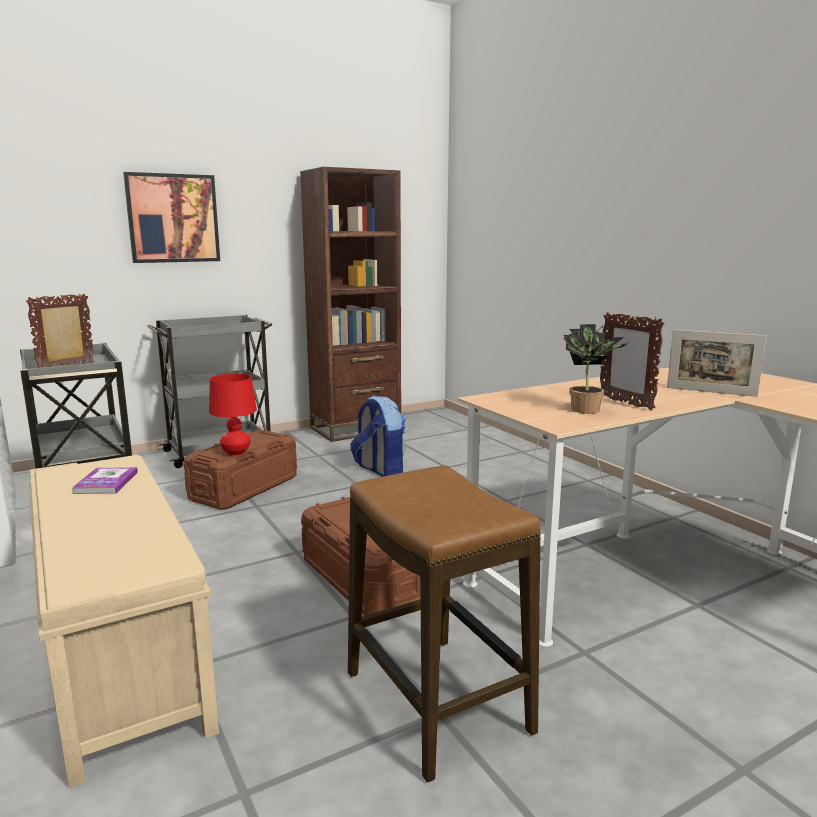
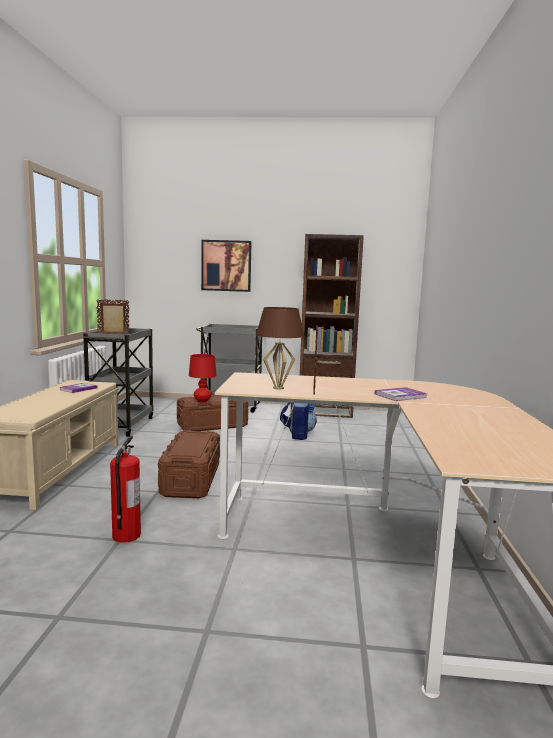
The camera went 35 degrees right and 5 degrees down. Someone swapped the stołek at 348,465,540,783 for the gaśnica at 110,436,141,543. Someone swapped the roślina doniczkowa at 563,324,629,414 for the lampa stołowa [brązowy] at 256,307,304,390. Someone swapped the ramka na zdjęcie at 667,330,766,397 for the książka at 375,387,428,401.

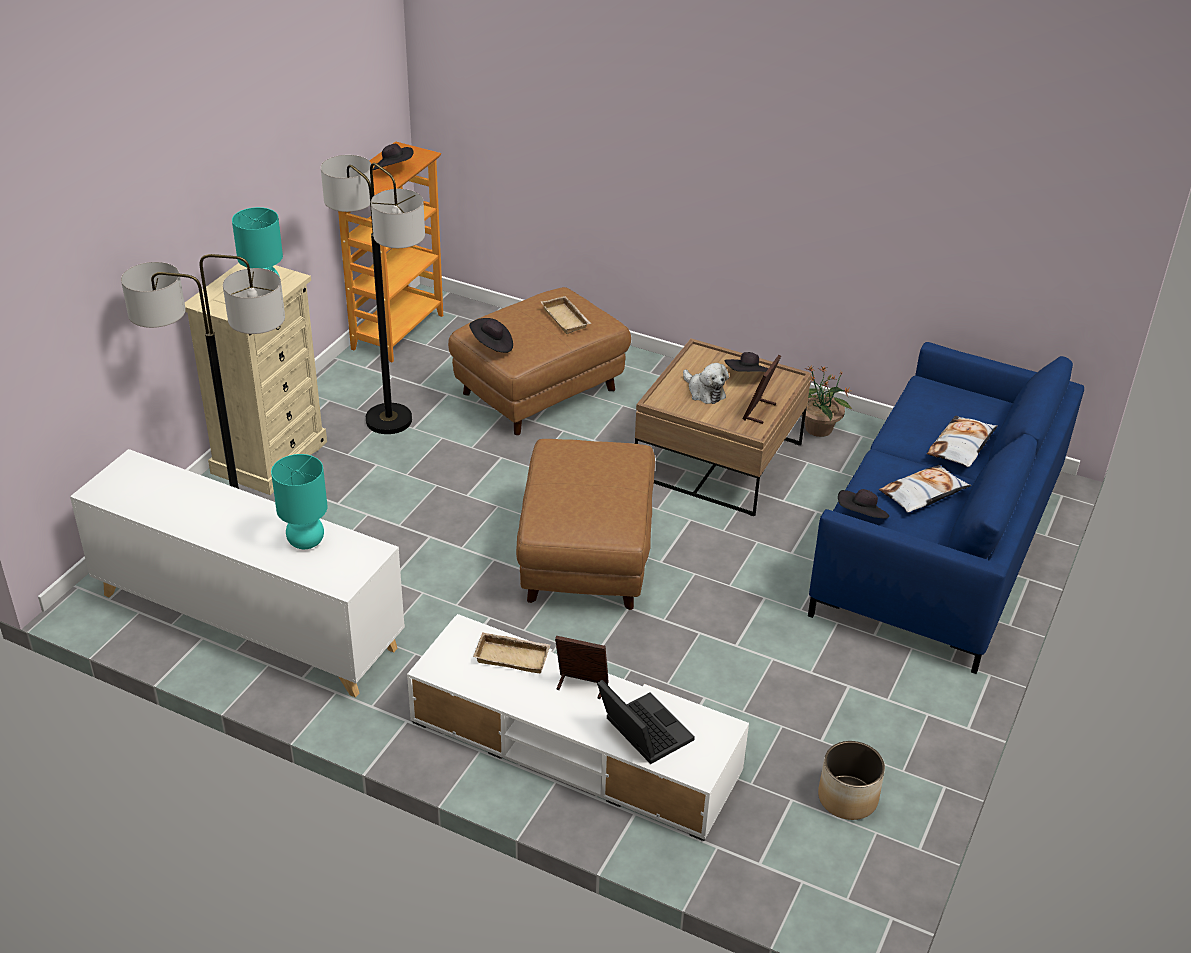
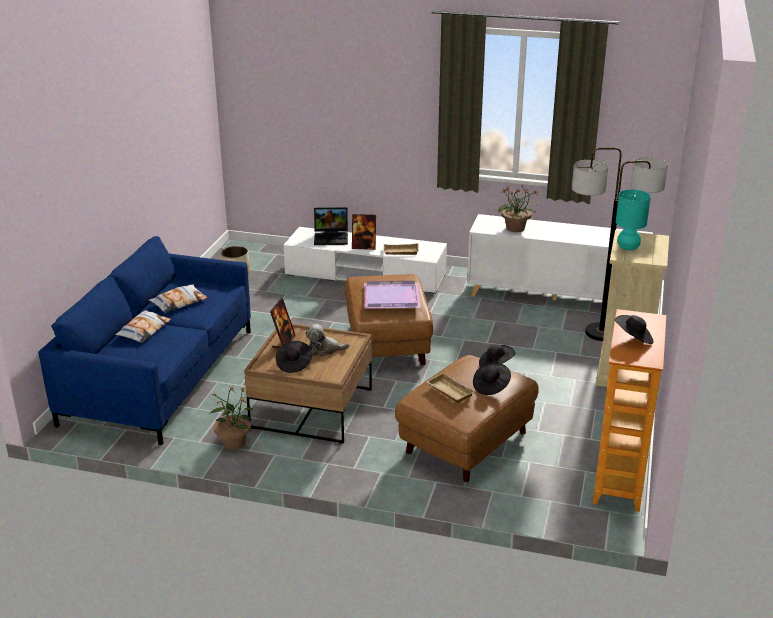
The camera went 170 degrees right and 10 degrees down. Someone swapped the lampa stołowa [turkusowy] at 271,454,328,549 for the roślina doniczkowa at 498,186,538,232. Someone took away the lampa stojąca at 321,155,425,434. Someone rotated the laptop at 597,680,695,764 by 45 degrees counterclockwise. Someone rotated the pluszak at 683,363,729,404 by 45 degrees counterclockwise. Someone carried the kapelusz [czarny] from 838,489,889,519 to 473,363,511,395. Someone put down the taca [fioletowy] at 364,281,421,309.

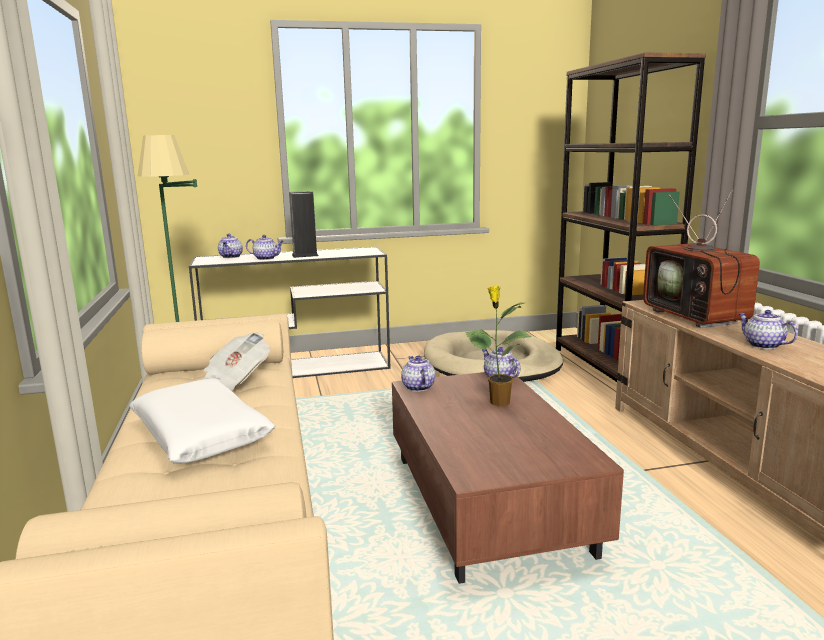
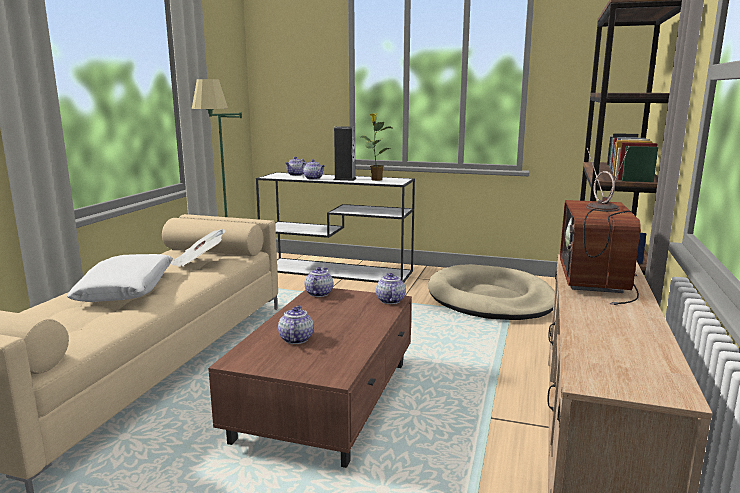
The camera went 30 degrees right and 0 degrees up. Someone carried the roślina doniczkowa from 465,285,532,406 to 361,113,394,181. Someone carried the imbryk from 738,310,798,349 to 278,306,314,344.

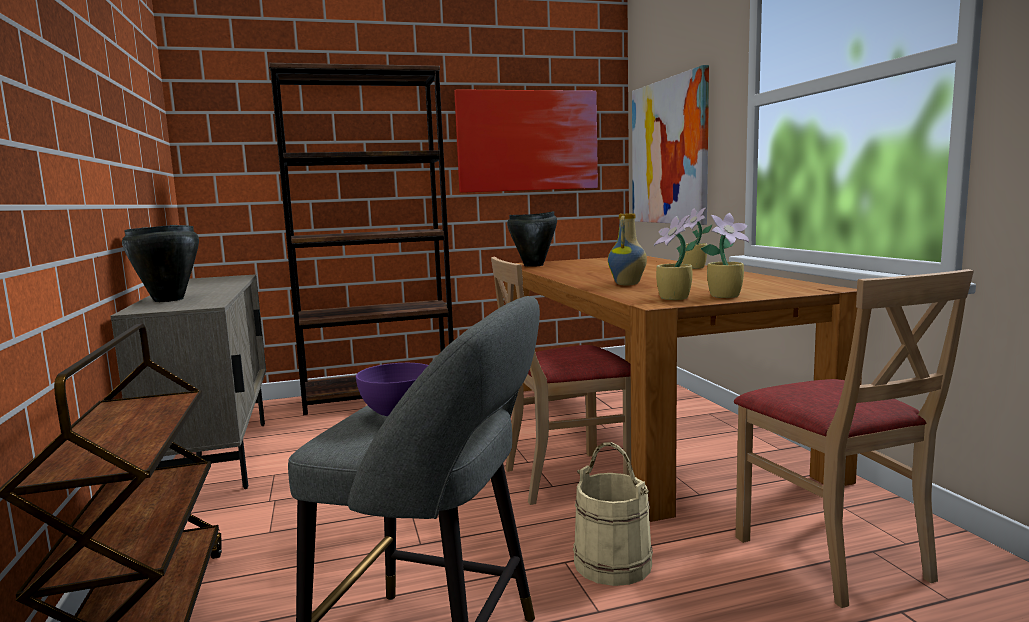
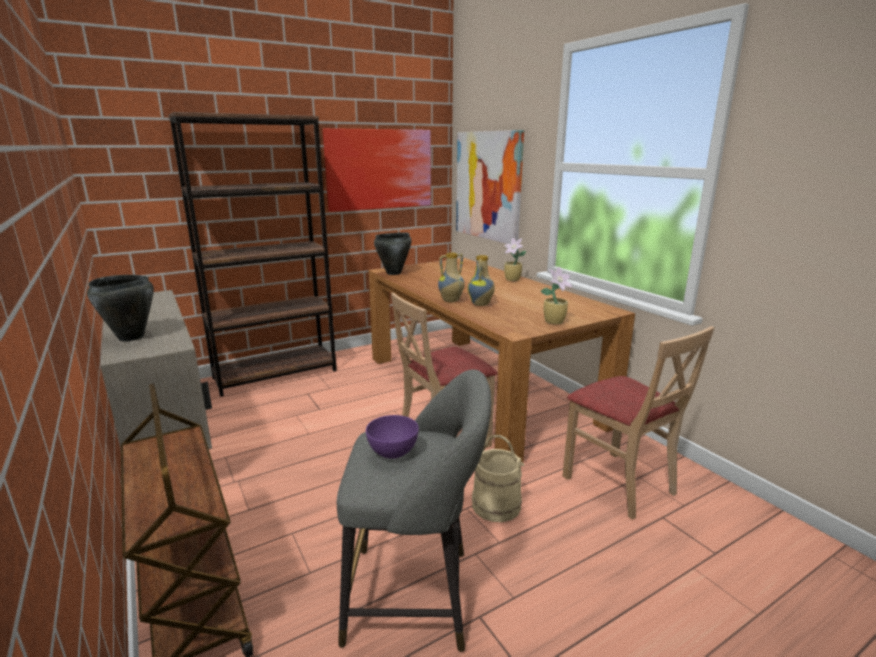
The camera went 15 degrees left and 10 degrees up. Someone took away the roślina doniczkowa at 654,215,697,300. Someone put down the wazon at 438,253,465,302.

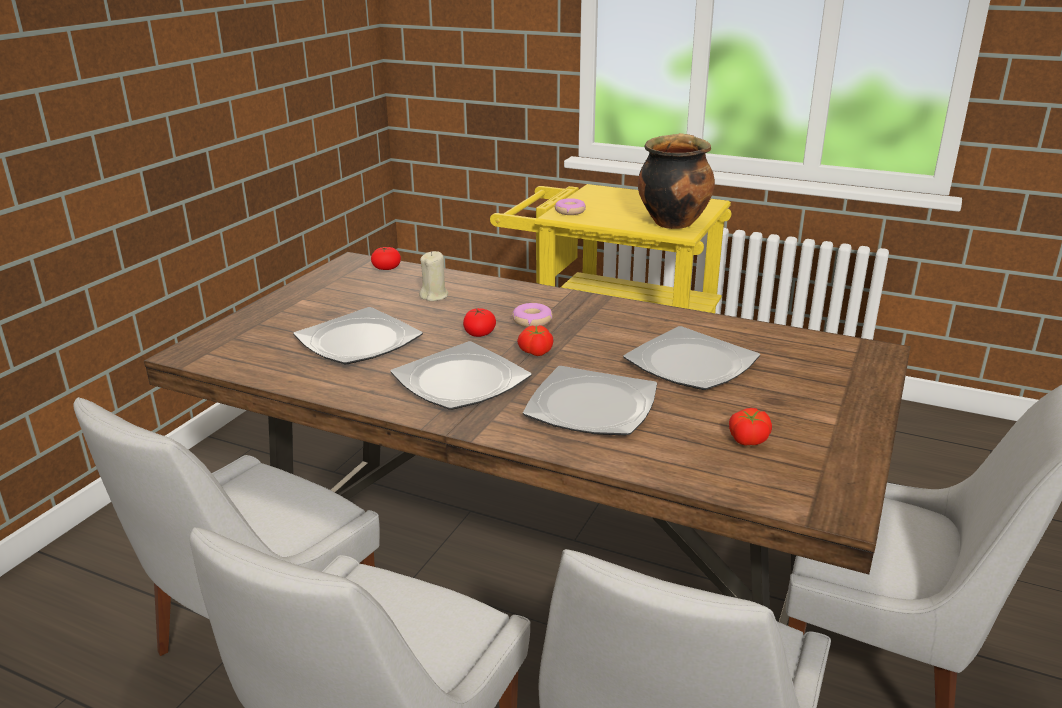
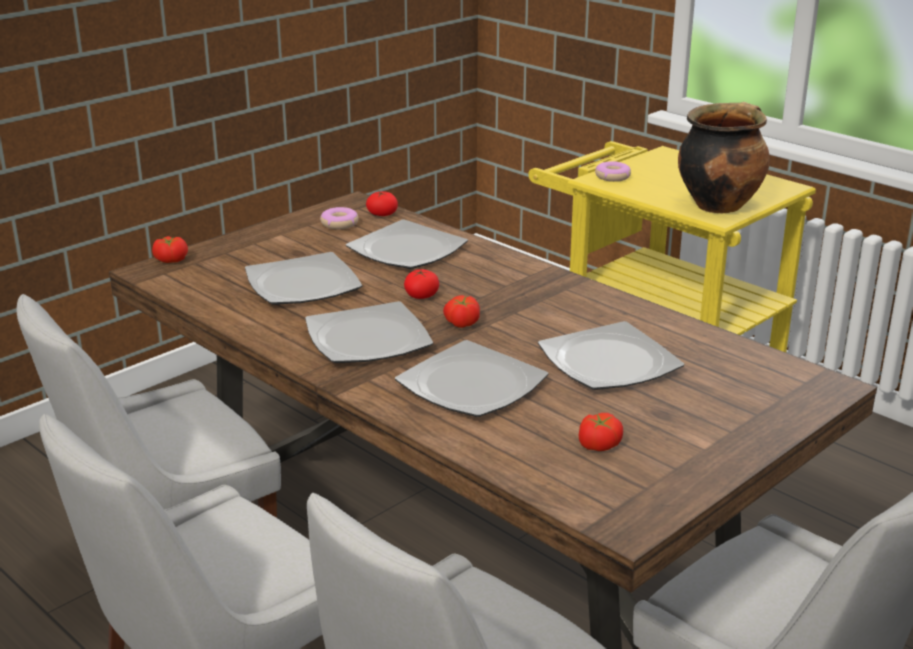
The camera went 20 degrees right and 0 degrees up. Someone swapped the świeca [beżowy] at 419,251,448,301 for the talerz at 346,220,468,269. Someone carried the donut from 512,303,553,327 to 320,207,358,229. Someone put down the pomidor at 152,236,188,263.

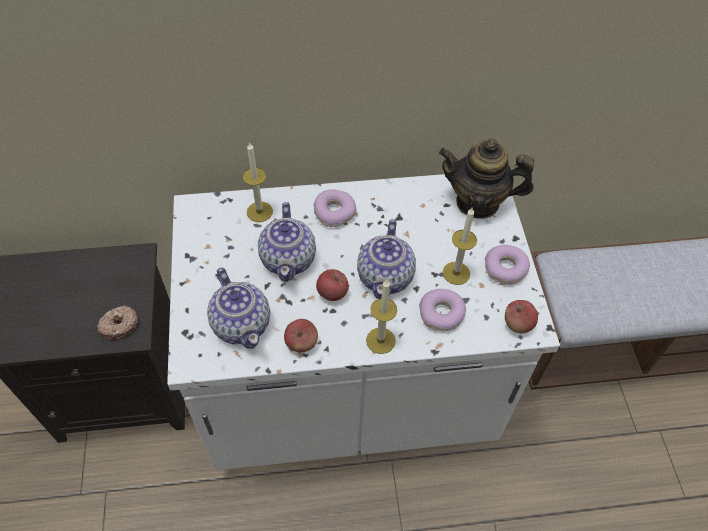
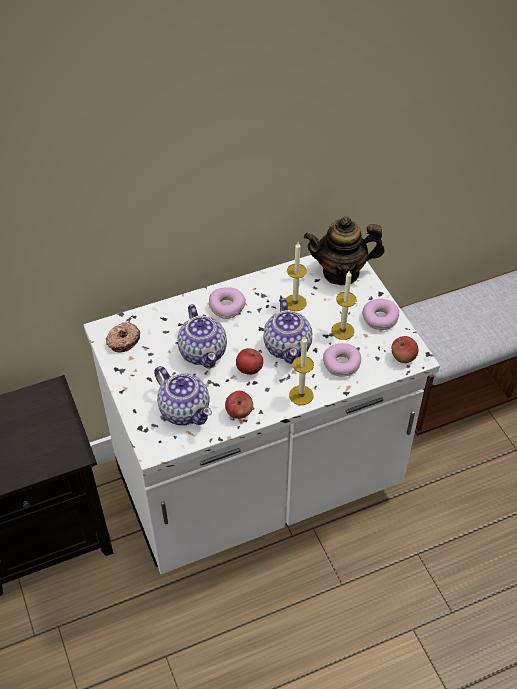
The camera went 15 degrees left and 5 degrees down. Someone carried the donut from 97,305,138,340 to 106,322,140,353. Someone carried the świeca from 243,142,273,222 to 286,242,307,311.

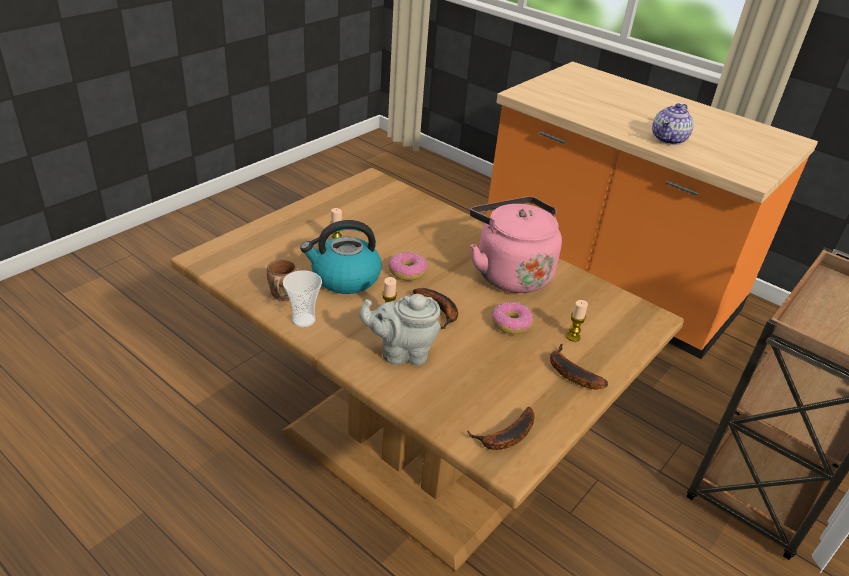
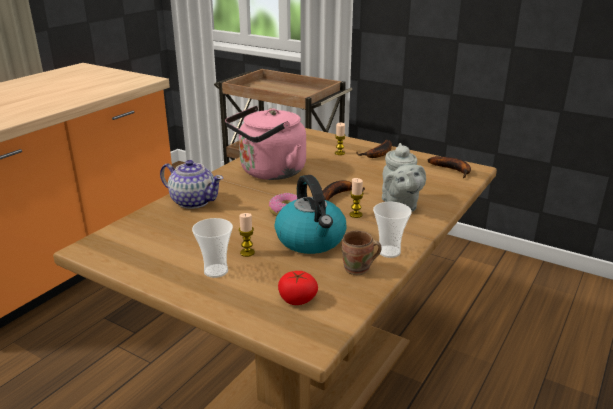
The camera went 95 degrees left and 10 degrees down. Someone took away the donut at 492,302,533,334. Someone carried the imbryk from 652,103,694,145 to 160,160,223,209. Someone put down the filiżanka at 192,218,233,278. Someone put down the pomidor at 278,271,318,305.

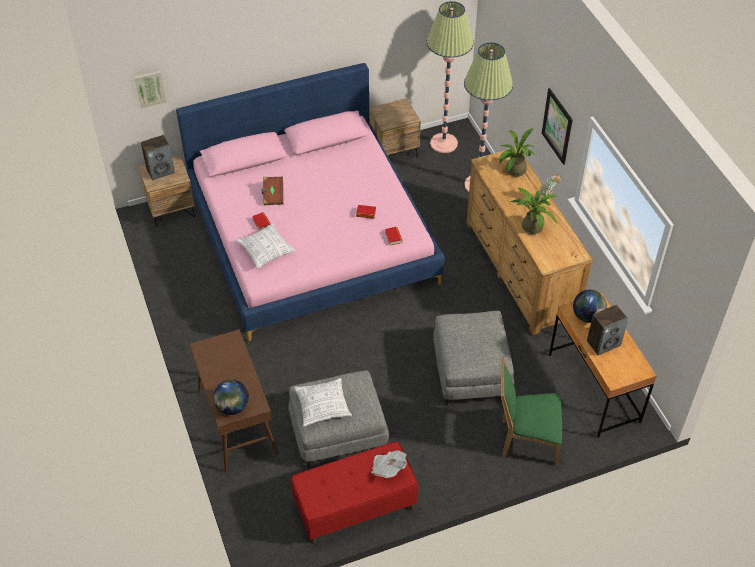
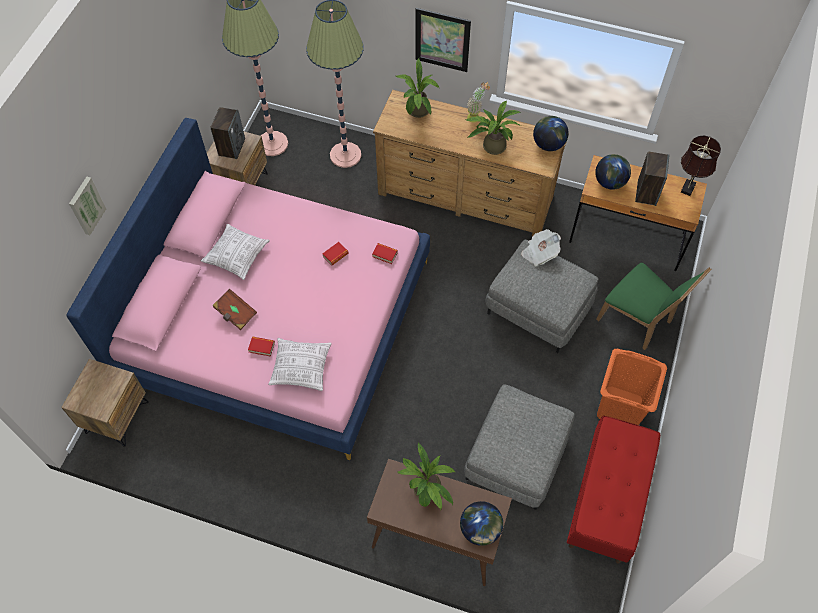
The camera went 50 degrees left and 10 degrees up. Someone carried the obraz from 134,70,166,108 to 69,176,106,235. Someone carried the głośnik from 141,135,175,180 to 210,107,245,159. Someone carried the poduszka from 294,378,352,427 to 201,224,270,280. Someone carried the gazeta from 371,450,407,478 to 521,229,561,266. Someone rotated the krzesło [zielony] at 501,357,562,465 by 90 degrees counterclockwise. Someone put down the roślina doniczkowa at 397,443,455,510. Someone put down the globus at 533,116,569,151. Someone put down the kosz na pranie [pomarańczowy] at 597,348,667,425. Someone put down the lampa stołowa [brązowy] at 681,135,721,196.

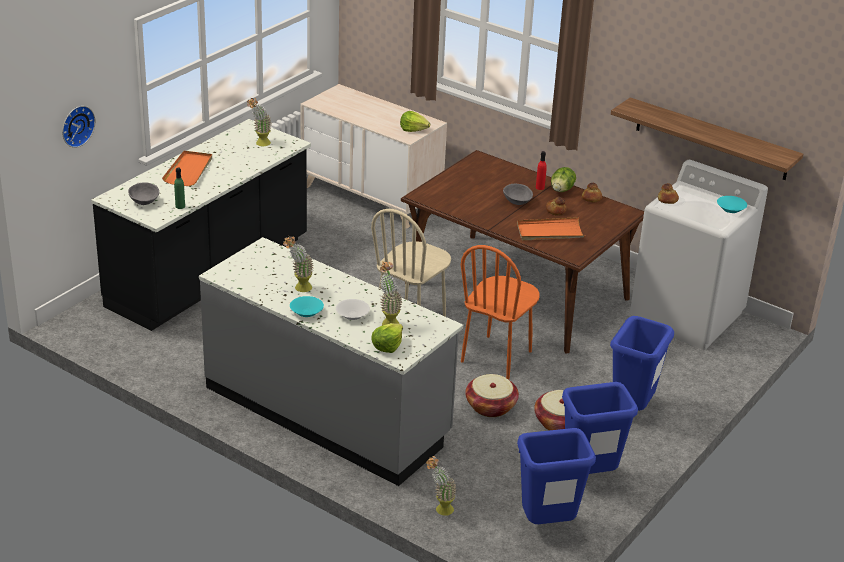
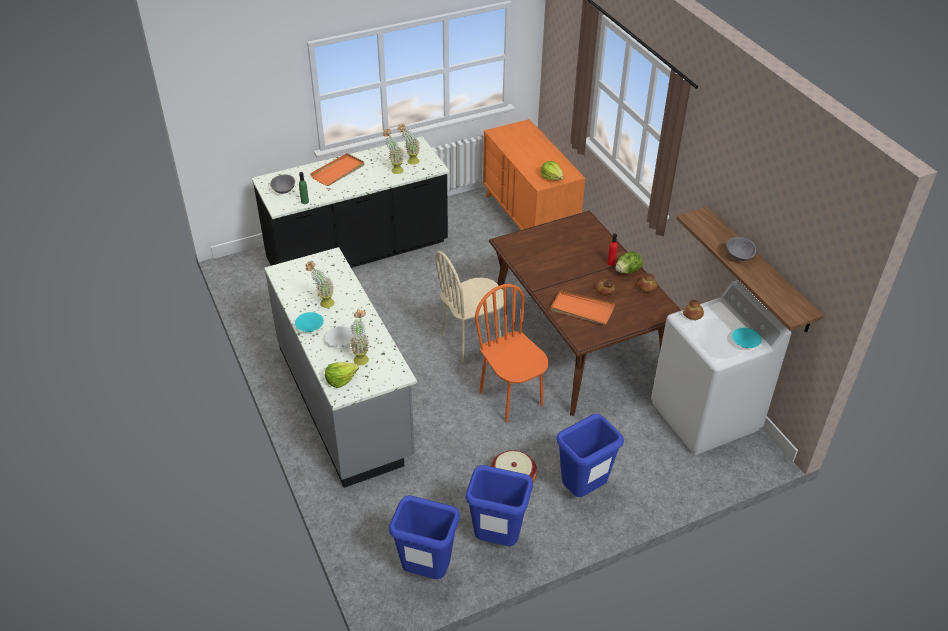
The camera went 30 degrees right and 10 degrees up. Someone took away the zegar ścienny at 62,106,95,148. Someone repainted the komoda [beżowy] at 300,84,447,229, which became the komoda [pomarańczowy] at 483,119,585,230. Someone carried the roślina doniczkowa from 426,456,457,516 to 383,128,404,174. Someone rotated the krzesło [pomarańczowy] at 461,245,540,379 by 90 degrees clockwise. Someone took away the koszyk at 465,374,519,417. Someone carried the miska [szary] from 503,184,533,205 to 727,237,756,261.

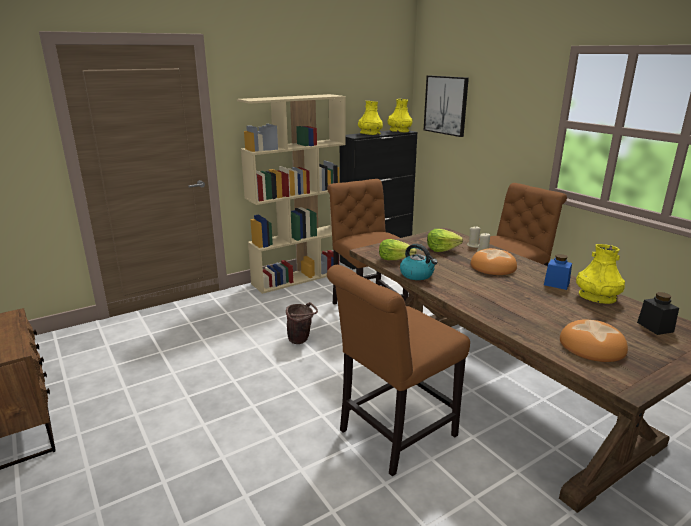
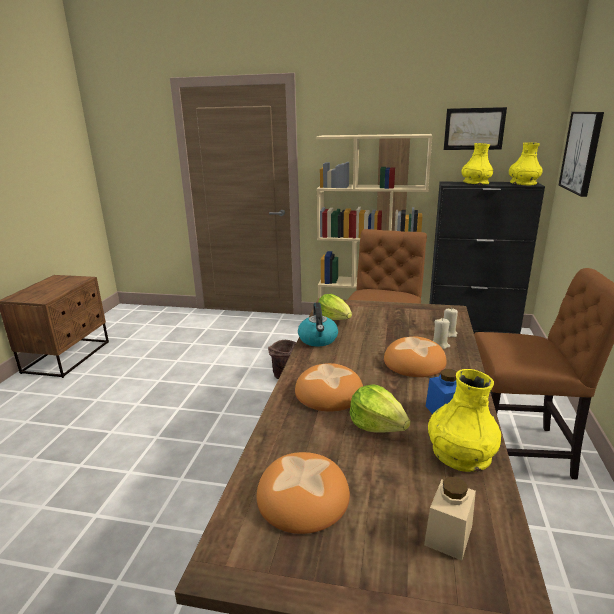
The camera went 45 degrees right and 0 degrees up. Someone took away the krzesło [brązowy] at 327,265,470,476. Someone carried the sałata from 427,229,463,252 to 349,384,411,433. Someone repainted the słoik [czarny] at 637,292,679,335, which became the słoik [beżowy] at 424,477,476,561. Someone put down the chleb at 295,363,363,411. Someone put up the obraz at 444,107,507,150.

